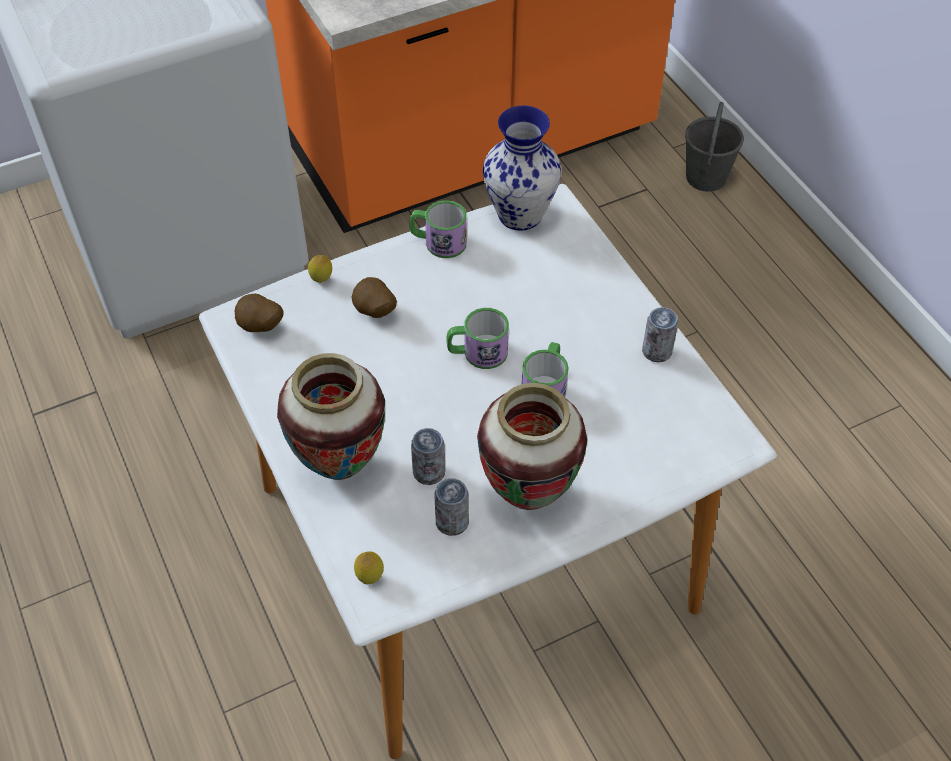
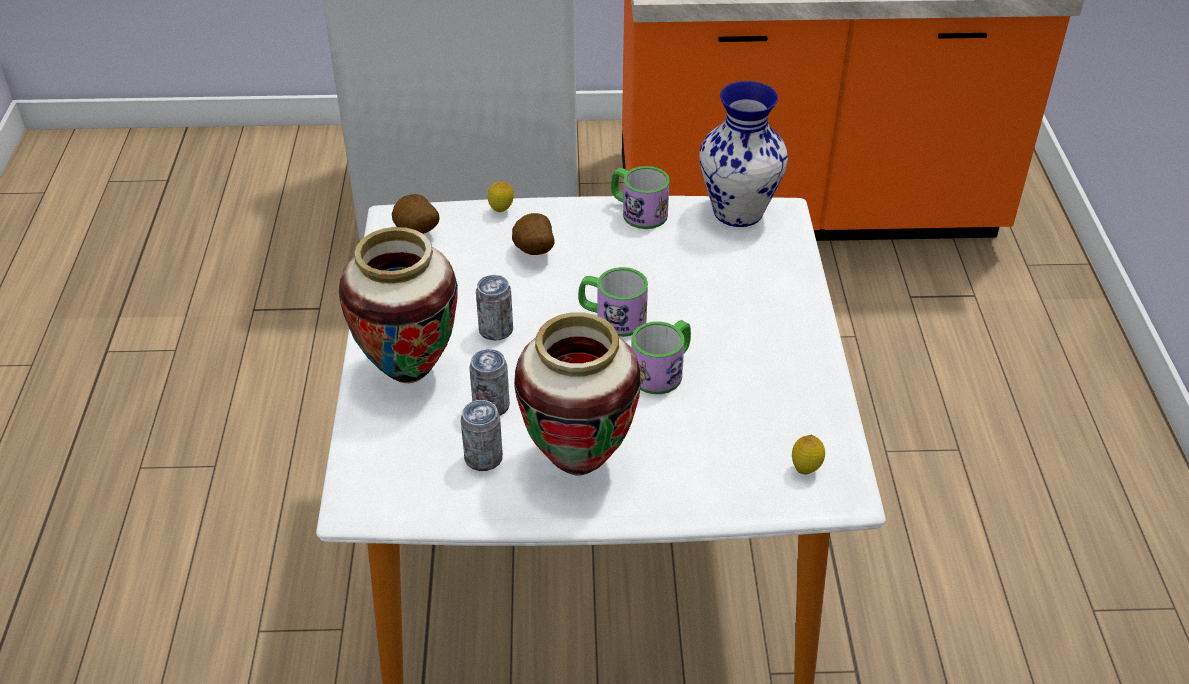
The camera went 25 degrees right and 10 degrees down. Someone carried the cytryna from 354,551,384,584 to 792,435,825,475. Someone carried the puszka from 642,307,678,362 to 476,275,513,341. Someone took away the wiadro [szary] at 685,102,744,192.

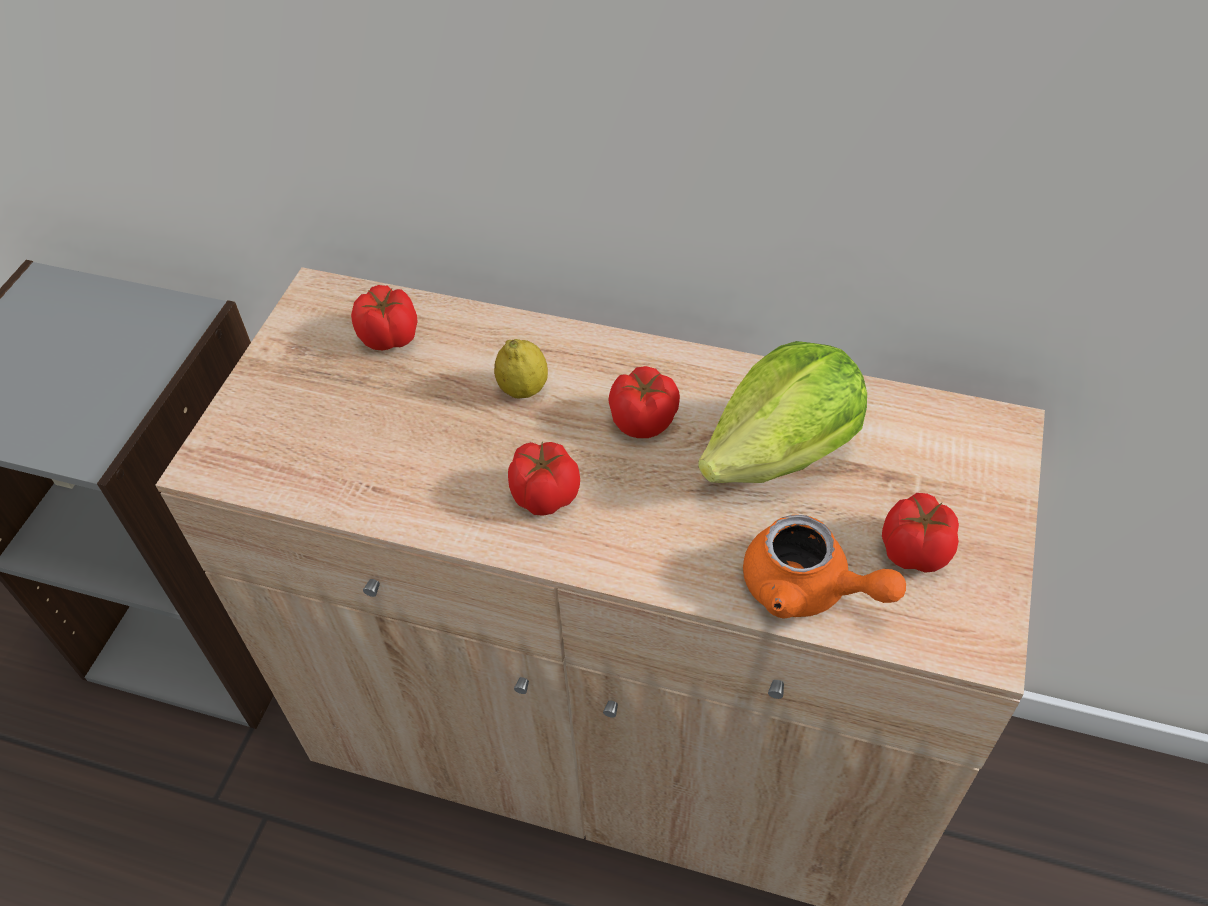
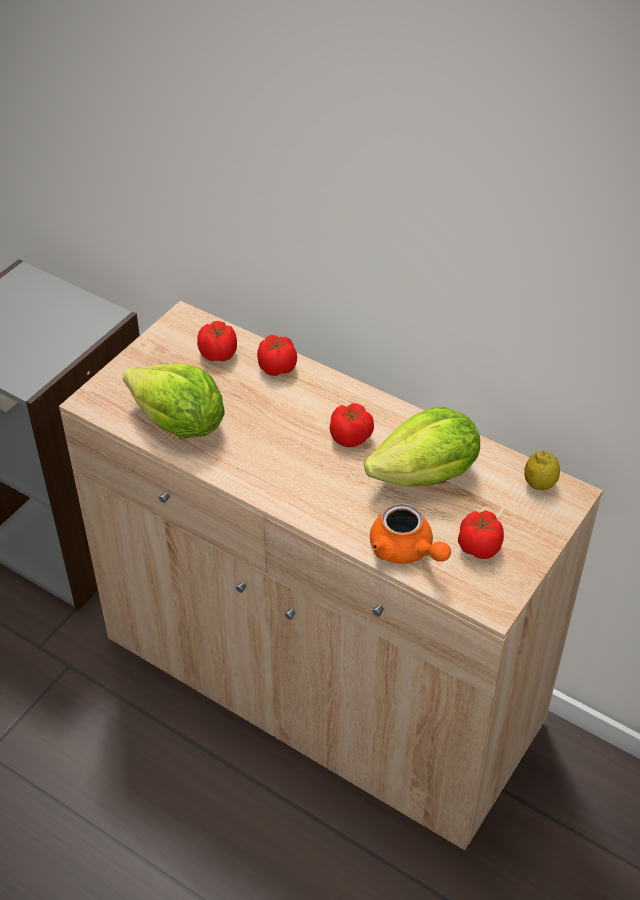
The camera went 15 degrees right and 5 degrees down. Someone carried the cytryna from 494,339,548,399 to 524,450,560,490. Someone carried the pomidor from 508,442,580,516 to 257,335,297,376. Someone put down the sałata at 123,364,224,438.

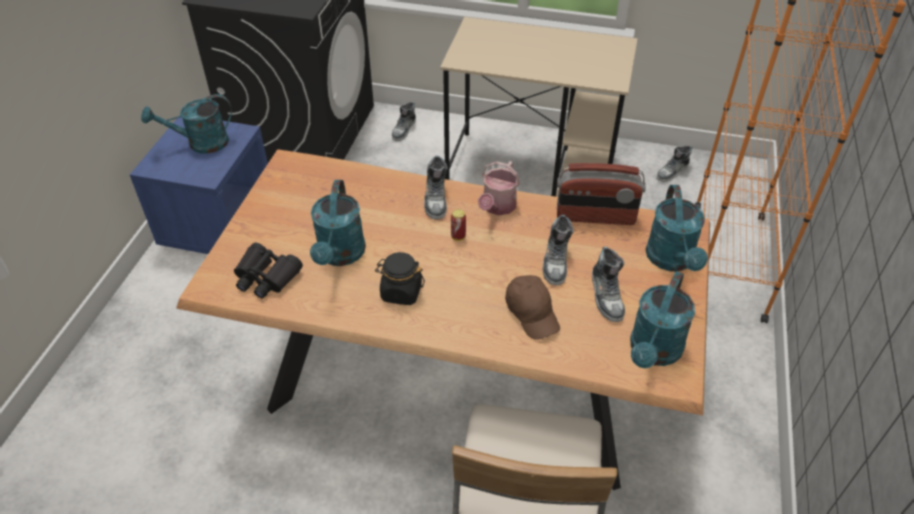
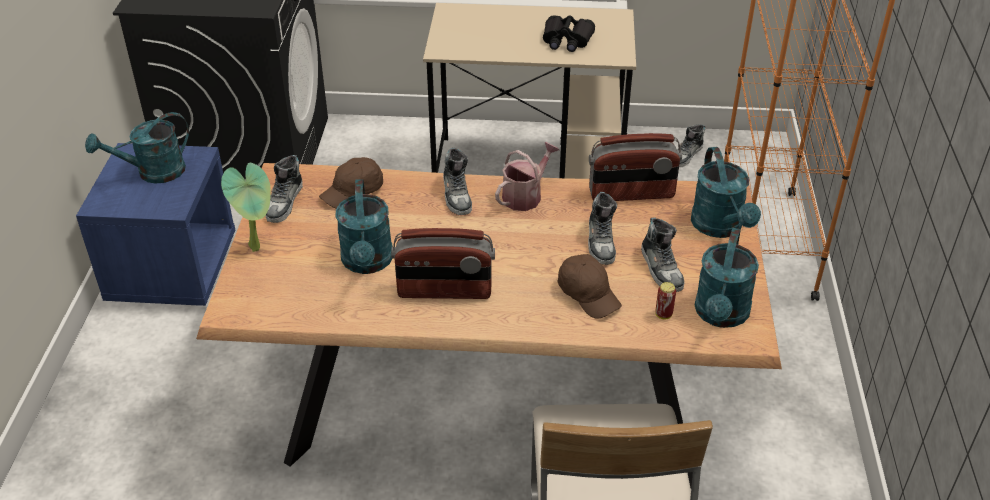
The camera went 10 degrees left and 5 degrees down. Someone carried the lornetka [czarny] from 234,243,303,298 to 543,15,595,52. Someone swapped the słoik [czarny] at 375,252,425,305 for the radio at 391,228,495,299. Someone carried the but from 392,102,416,141 to 265,155,303,223. Someone carried the puszka from 451,209,466,241 to 655,282,676,320. Someone rotated the konewka at 478,161,520,215 by 150 degrees counterclockwise. Someone put down the roślina doniczkowa at 221,163,271,252. Someone put down the czapka z daszkiem [brązowy] at 319,157,383,209.

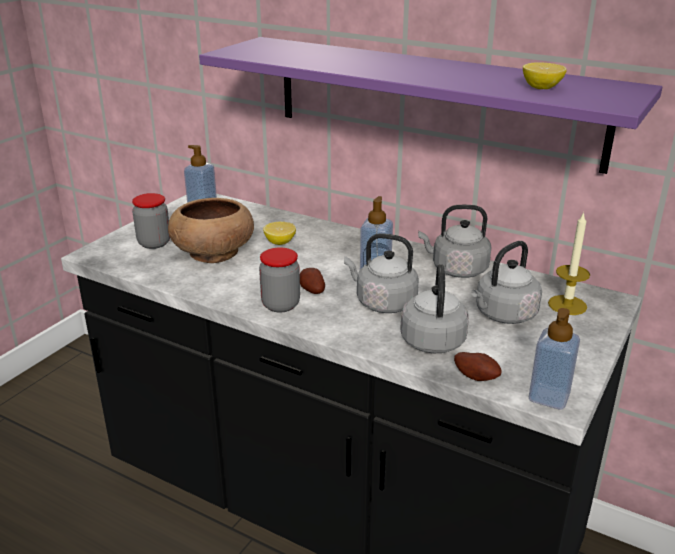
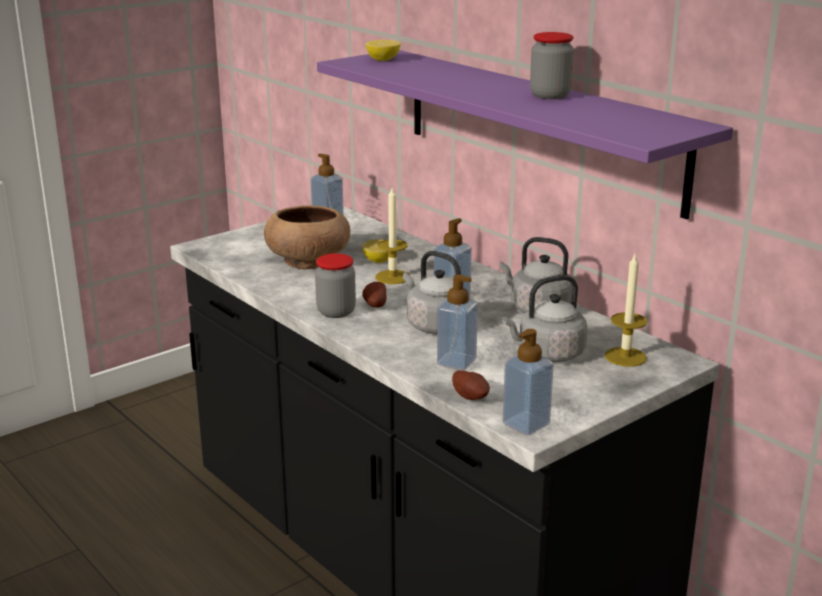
The camera went 20 degrees right and 5 degrees down. Someone carried the słoik from 132,193,170,249 to 530,32,574,99. Someone swapped the czajnik [szary] at 400,264,469,353 for the dozownik mydła at 437,274,478,370. Someone carried the cytryna from 523,62,566,89 to 365,40,401,61. Someone put down the świeca at 375,188,410,284.

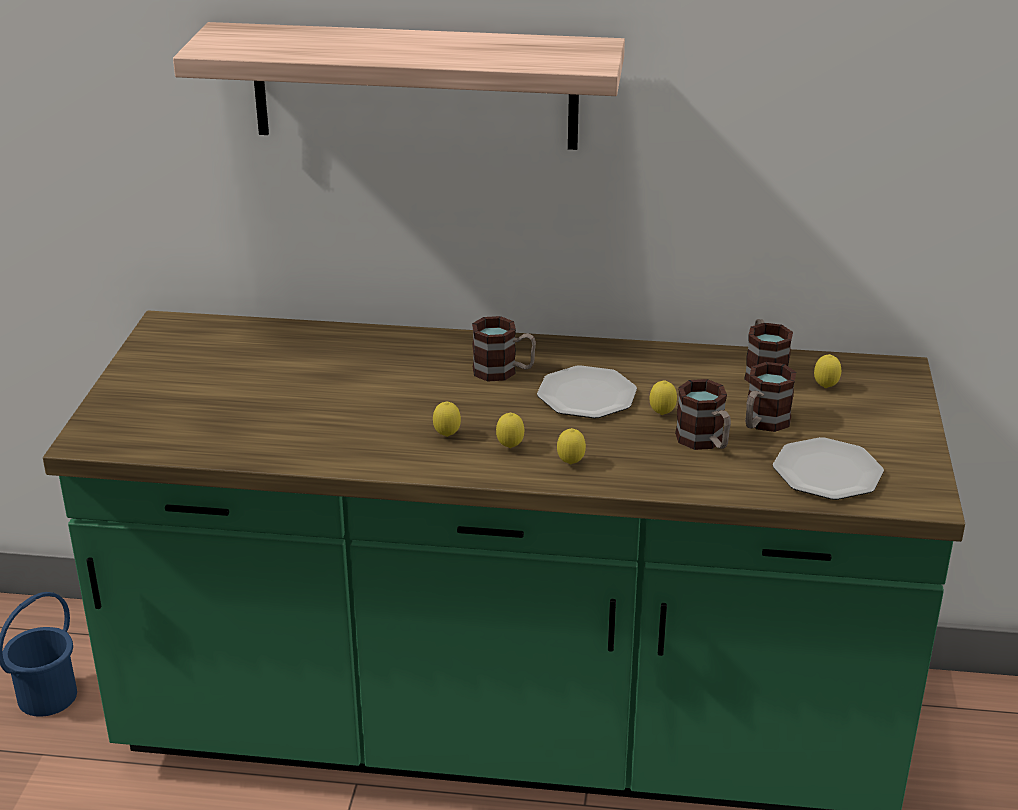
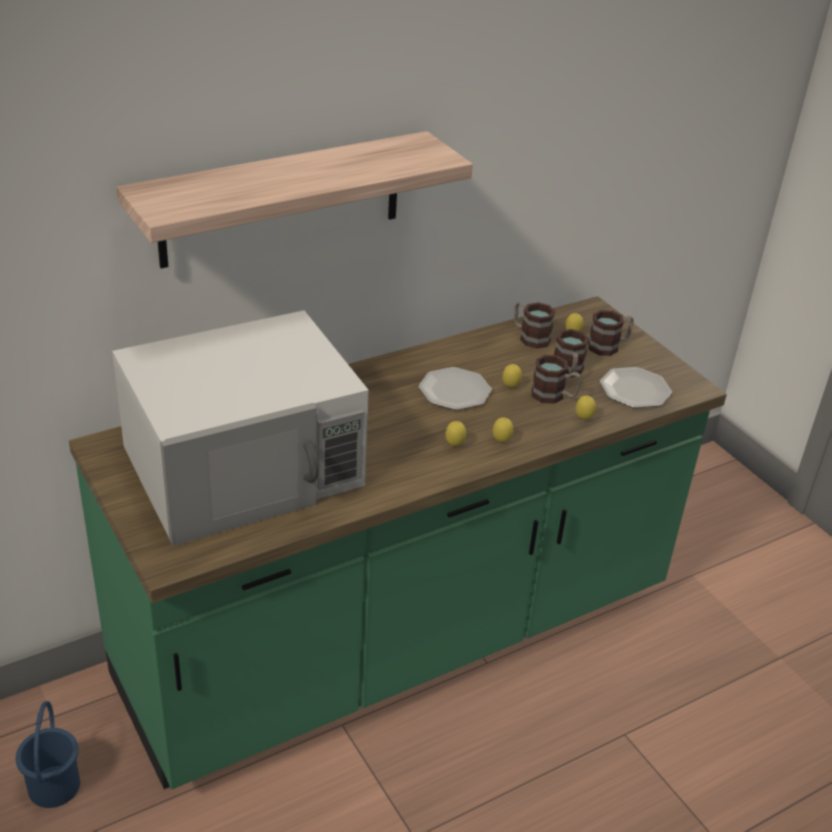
The camera went 40 degrees left and 5 degrees up. Someone carried the cytryna from 433,401,461,437 to 576,396,596,420. Someone carried the kubek from 472,316,536,382 to 588,310,634,356. Someone put down the mikrofalówka [biały] at 112,310,369,546.

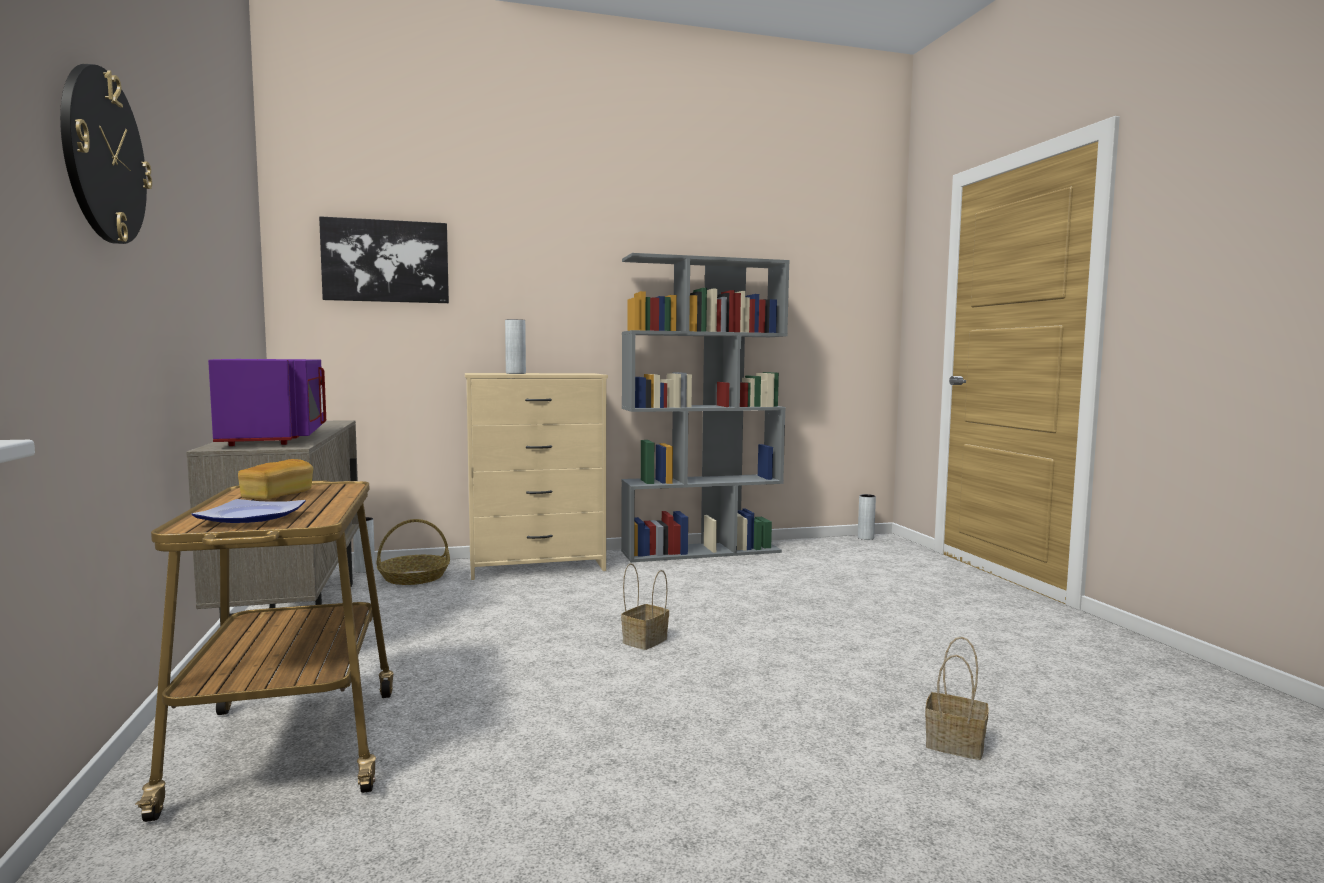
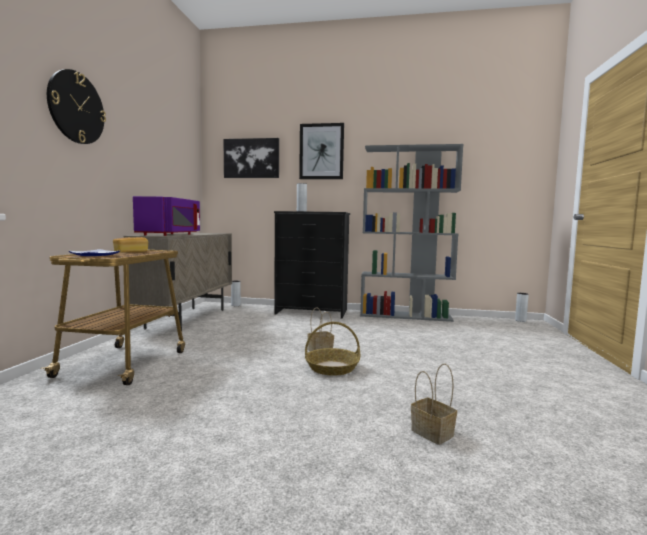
The camera went 25 degrees right and 0 degrees up. Someone carried the koszyk from 376,519,450,585 to 305,322,360,376. Someone repainted the komoda [beżowy] at 465,373,608,580, which became the komoda [czarny] at 274,211,350,318. Someone put up the obraz at 299,123,344,179.

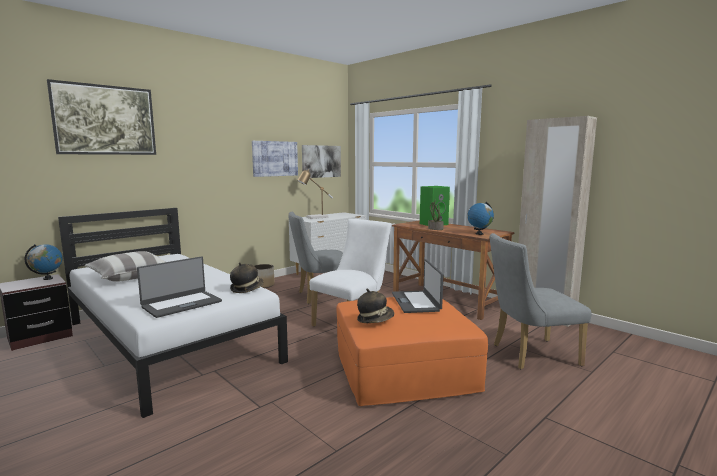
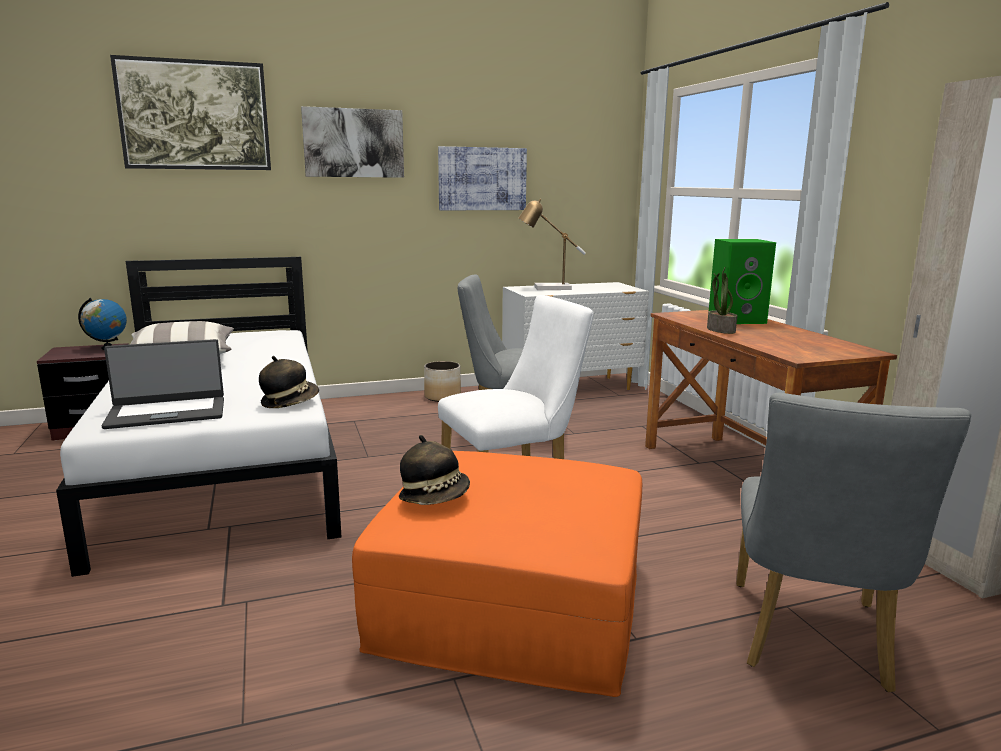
The camera went 25 degrees right and 5 degrees up. Someone carried the obraz from 302,145,341,178 to 301,106,404,178. Someone took away the laptop at 392,259,443,313. Someone took away the globus at 467,202,494,235. Someone rotated the krzesło [szary] at 490,233,592,369 by 90 degrees counterclockwise.

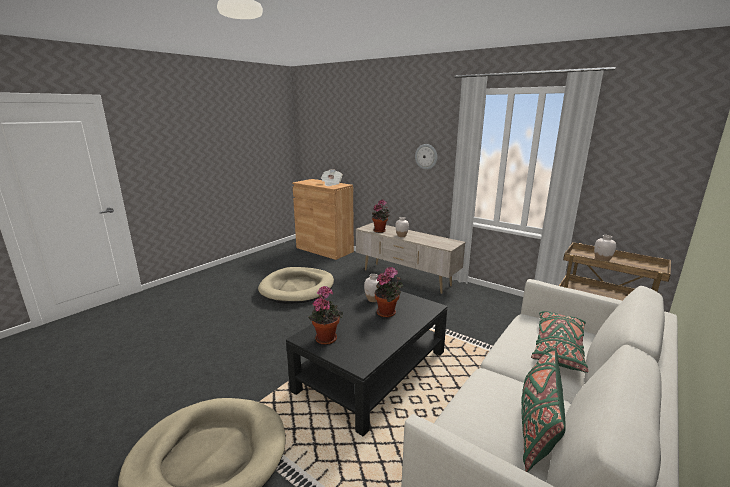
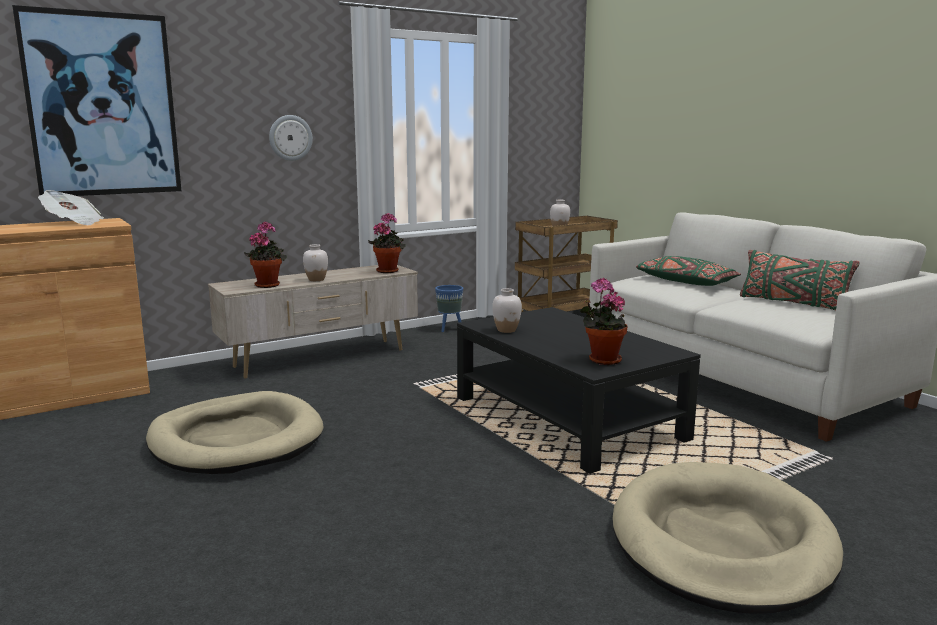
The camera went 70 degrees left and 5 degrees down. Someone carried the roślina doniczkowa from 374,267,404,318 to 368,213,406,273. Someone put up the obraz at 12,5,181,196. Someone put down the donica [niebieski] at 435,285,463,332.

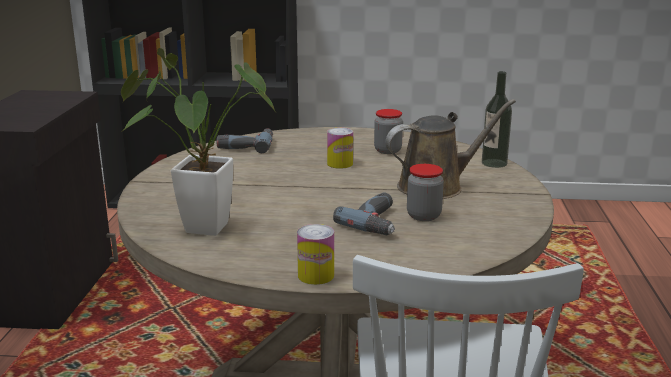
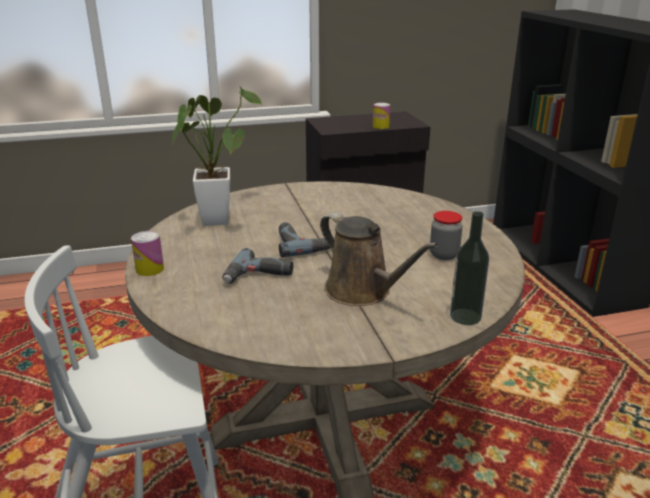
The camera went 70 degrees right and 5 degrees up. Someone carried the wiertarka from 217,128,273,153 to 279,222,330,257. Someone carried the puszka from 327,128,353,169 to 373,103,390,129. Someone took away the słoik at 407,164,444,221.

